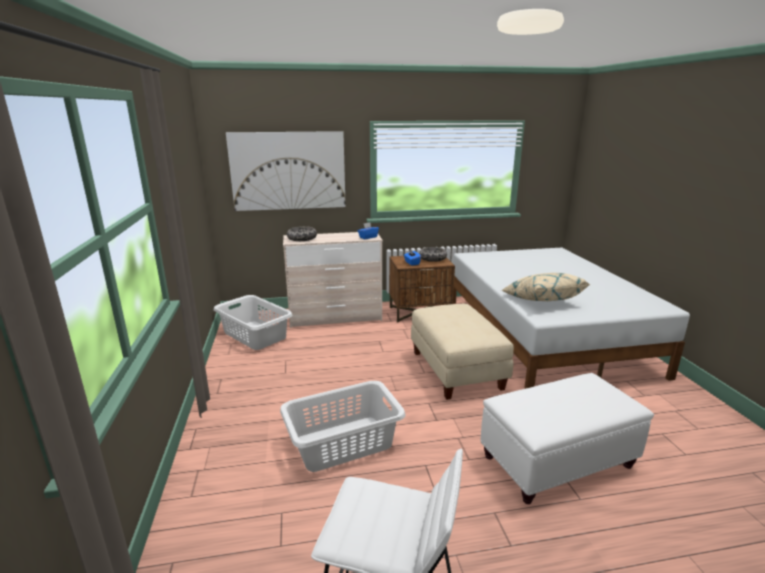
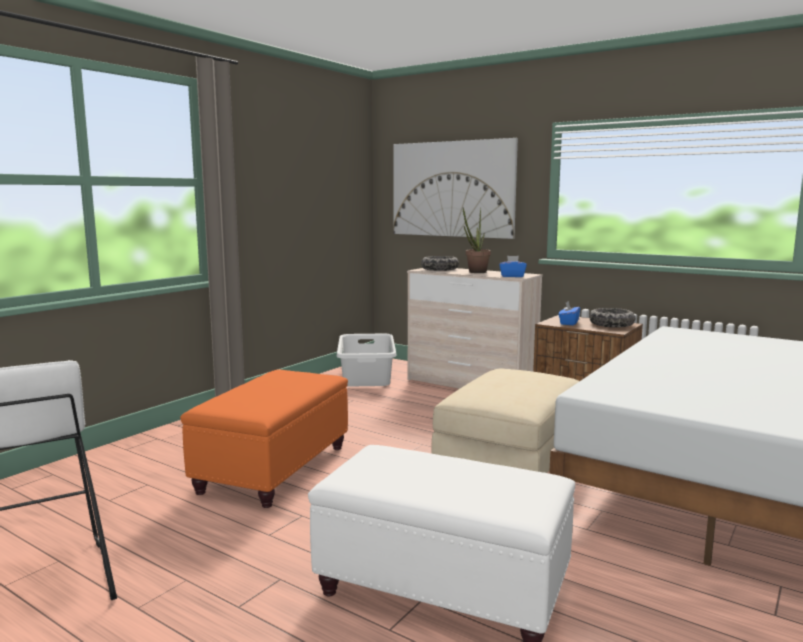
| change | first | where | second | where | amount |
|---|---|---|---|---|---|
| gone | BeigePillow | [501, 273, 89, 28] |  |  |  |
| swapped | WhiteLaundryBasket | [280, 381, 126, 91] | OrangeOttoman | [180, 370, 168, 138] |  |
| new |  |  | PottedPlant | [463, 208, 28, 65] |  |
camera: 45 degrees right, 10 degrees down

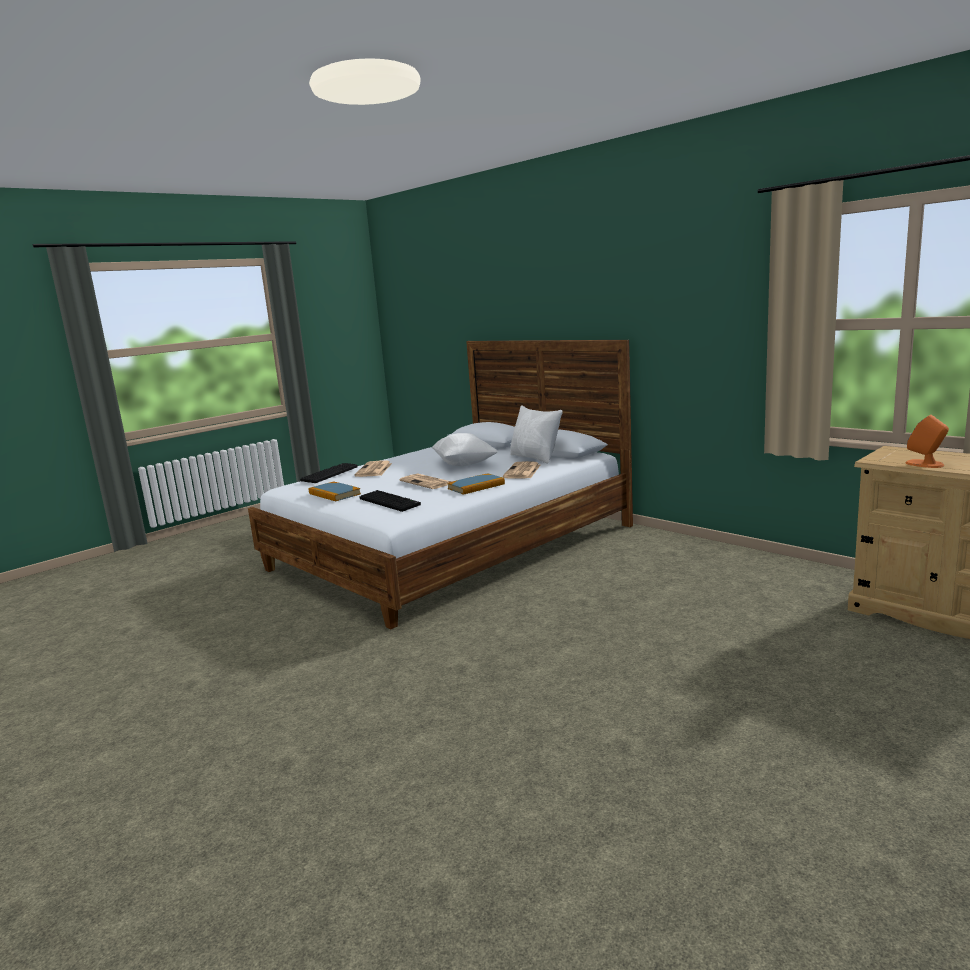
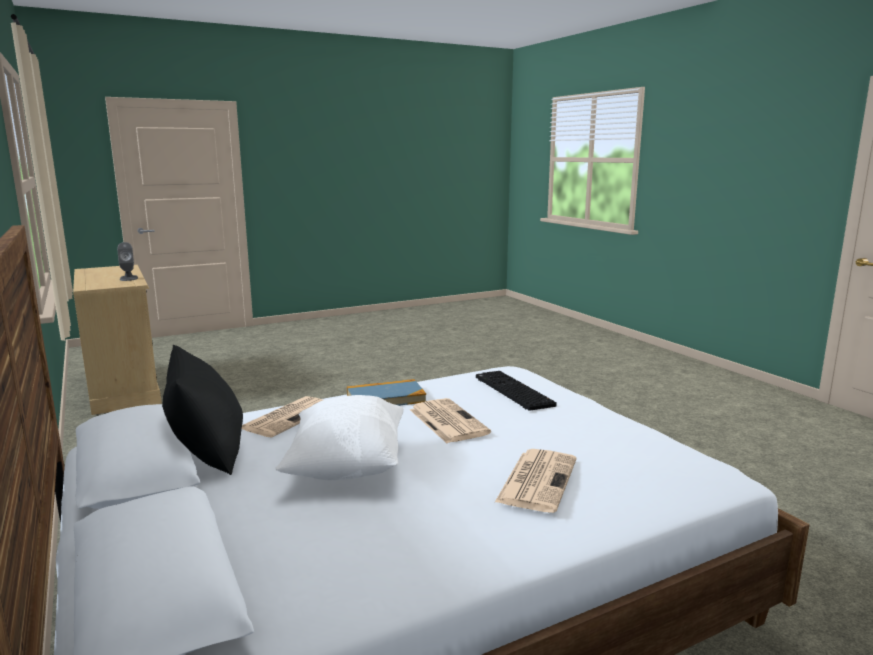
| change | first | where | second | where | amount |
|---|---|---|---|---|---|
| repainted | WhitePillow | [510, 405, 53, 59] | BlackPillow | [162, 345, 81, 130] |  |
| repainted | OrangeSpeaker | [906, 415, 43, 53] | GreySpeaker | [117, 242, 21, 39] |  |
| gone | Keyboard | [300, 463, 58, 20] |  |  |  |
| gone | Book | [309, 482, 52, 19] |  |  |  |
camera: 165 degrees left, 0 degrees up

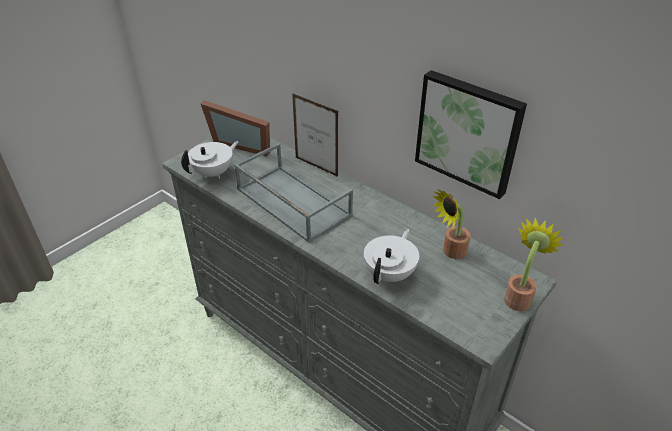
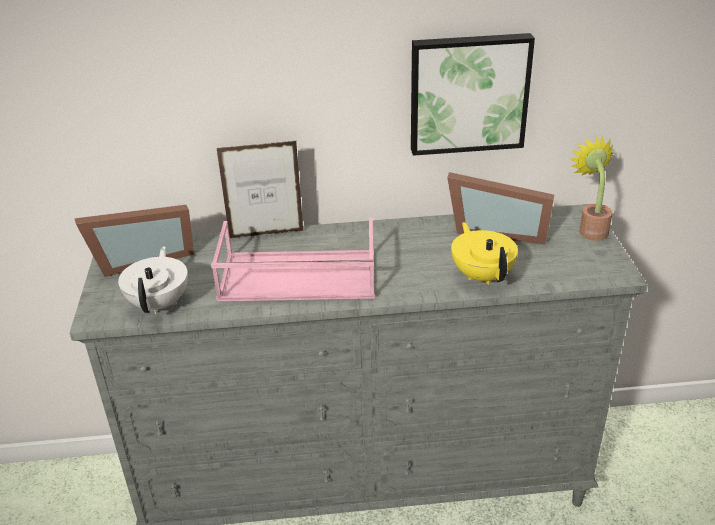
| change | first | where | second | where | amount |
|---|---|---|---|---|---|
| repainted | GreyTray | [234, 143, 119, 100] | PinkTray | [211, 218, 164, 83] |  |
| swapped | PottedPlant | [432, 189, 39, 70] | PictureFrame | [447, 172, 107, 72] |  |
| repainted | WhiteTeapot | [364, 229, 55, 55] | YellowTeapot | [451, 222, 67, 63] |  |
camera: 45 degrees left, 5 degrees down

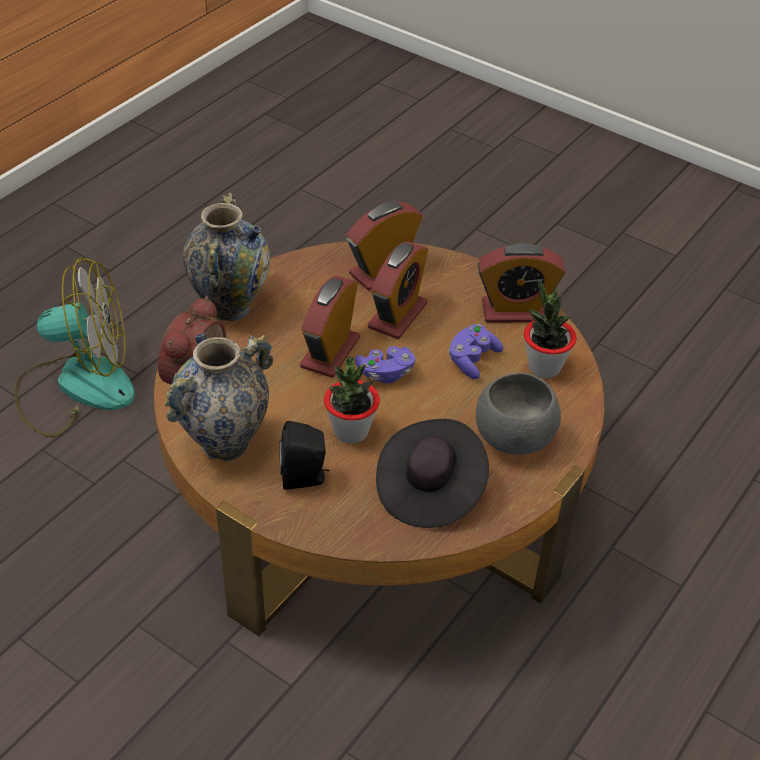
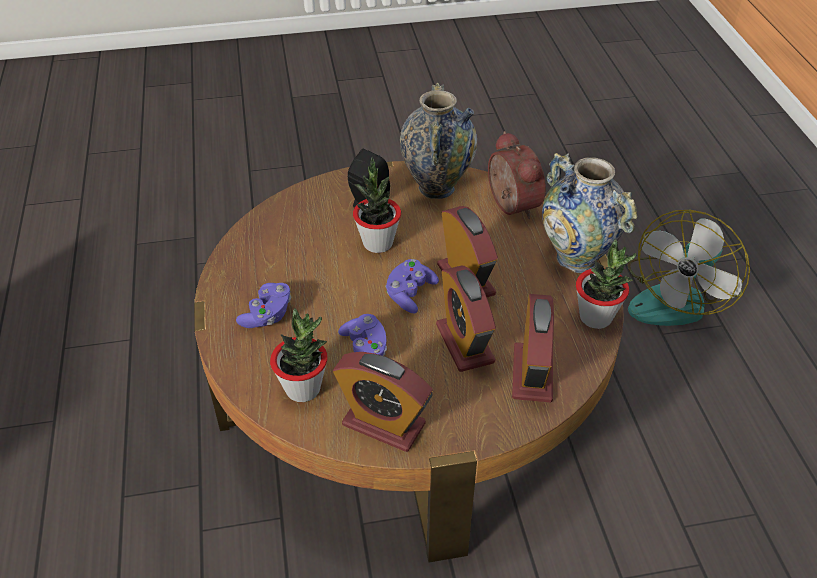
| change | first | where | second | where | amount |
|---|---|---|---|---|---|
| rotated | AlarmClock | [478, 243, 87, 80] |  | [333, 352, 100, 100] | 105 degrees counterclockwise |
| swapped | GreyBowl | [476, 373, 85, 82] | PurpleGameController | [236, 283, 55, 45] |  |
| gone | BlackHat | [376, 419, 113, 109] |  |  |  |
| new |  |  | PottedPlant | [576, 239, 61, 90] |  |
camera: 135 degrees right, 0 degrees up

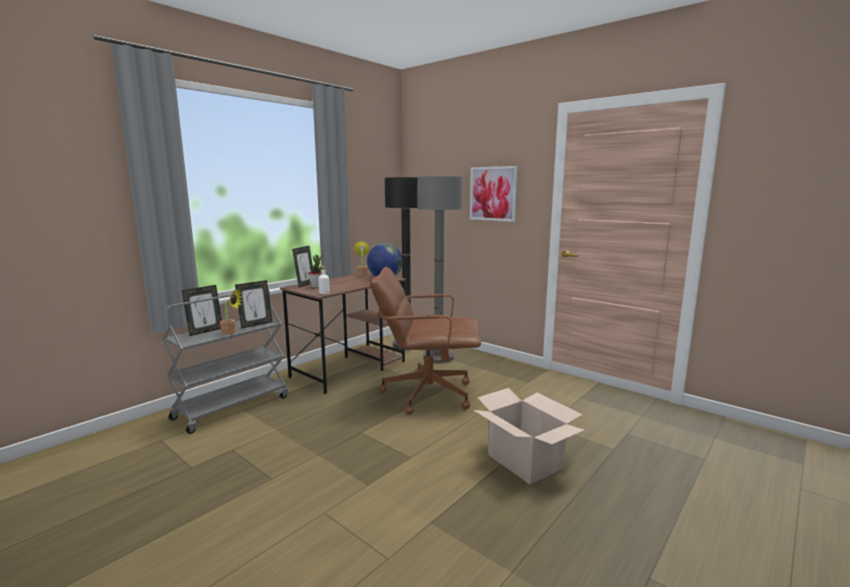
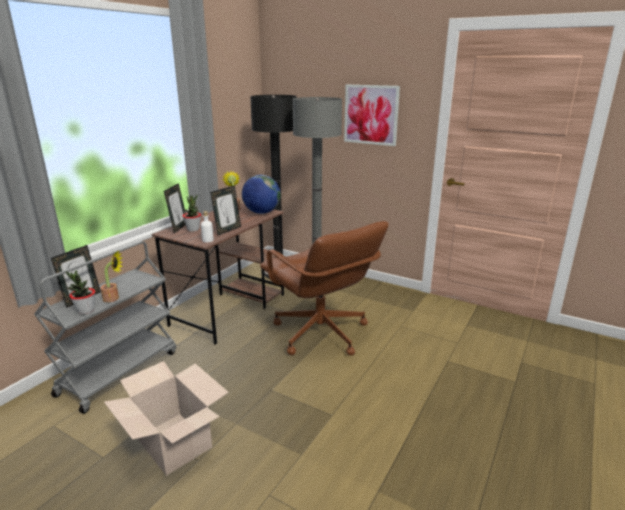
| change | first | where | second | where | amount |
|---|---|---|---|---|---|
| rotated | BrownOfficeChair | [370, 267, 111, 148] |  | [260, 221, 129, 134] | 120 degrees counterclockwise |
| shifted | PictureFrame | [235, 280, 37, 49] |  | [210, 185, 31, 50] |  |
| shifted | CardboardBox | [473, 388, 112, 96] |  | [104, 361, 125, 115] |  |
| new |  |  | PottedPlant | [65, 270, 30, 44] |  |
camera: 10 degrees left, 10 degrees up

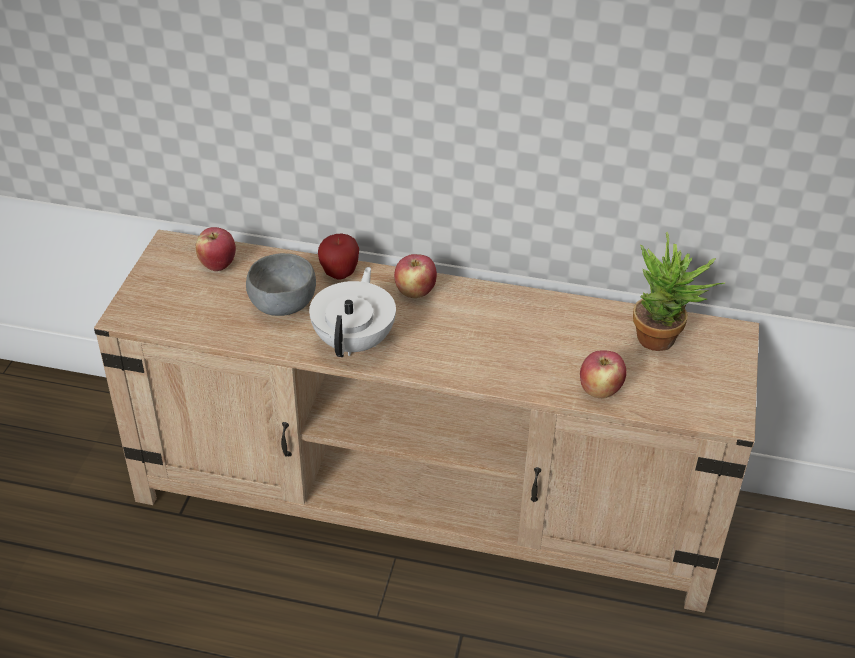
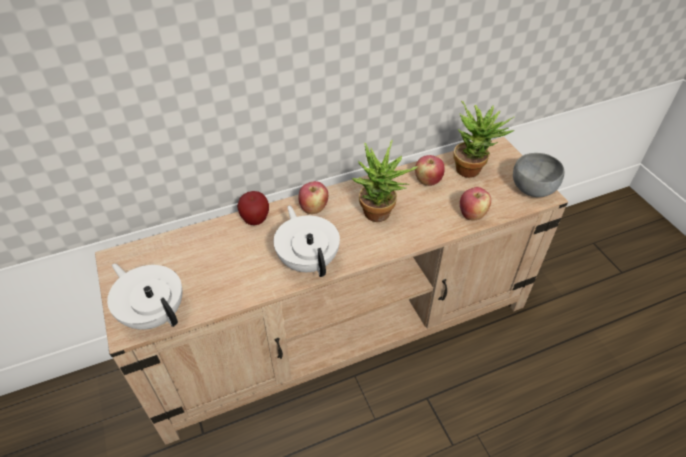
| change | first | where | second | where | amount |
|---|---|---|---|---|---|
| shifted | Apple | [196, 227, 40, 44] |  | [415, 155, 29, 31] |  |
| shifted | GreyBowl | [246, 253, 70, 63] |  | [513, 153, 51, 44] |  |
| new |  |  | PottedPlant | [352, 140, 67, 82] |  |
| new |  |  | WhiteTeapot | [107, 263, 75, 67] |  |
camera: 35 degrees left, 5 degrees up

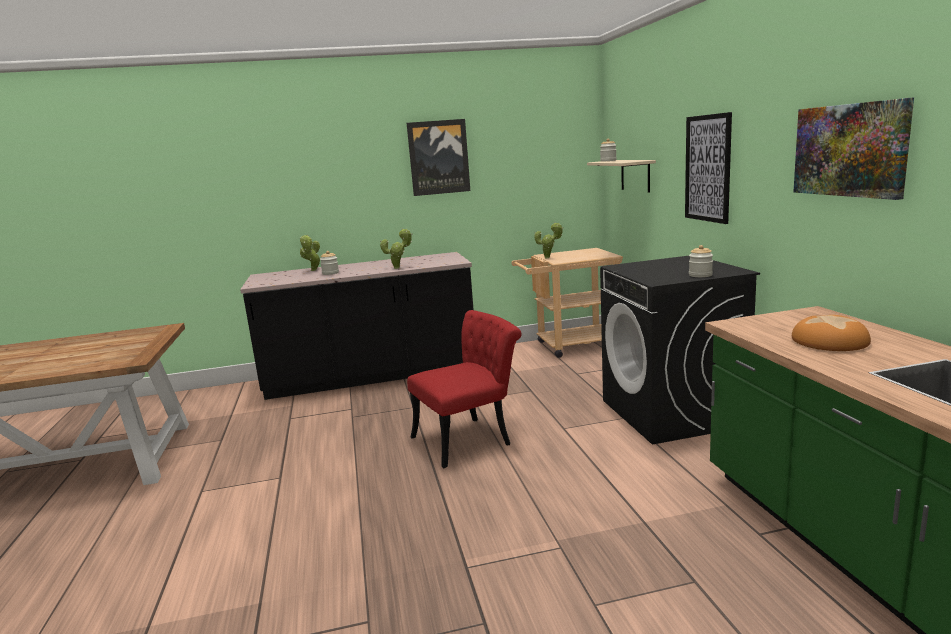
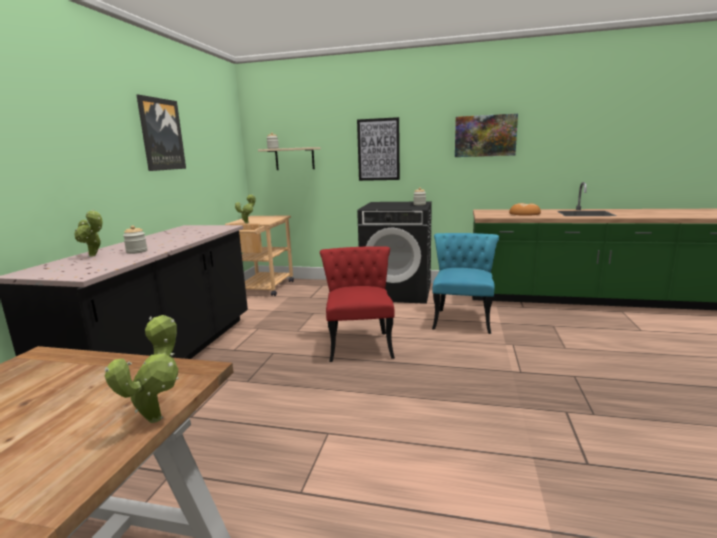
| change | first | where | second | where | amount |
|---|---|---|---|---|---|
| shifted | PottedPlant | [380, 228, 33, 41] |  | [105, 315, 74, 108] |  |
| new |  |  | TurquoiseChair | [432, 233, 67, 101] |  |
camera: 65 degrees left, 0 degrees up

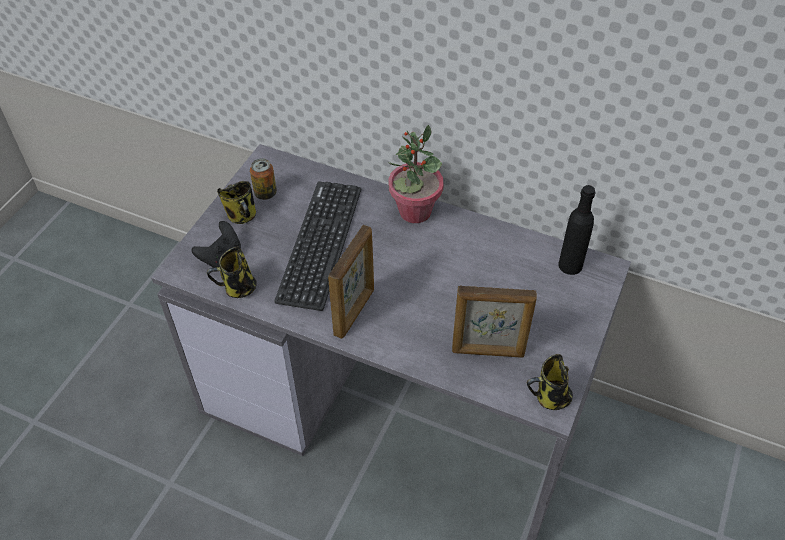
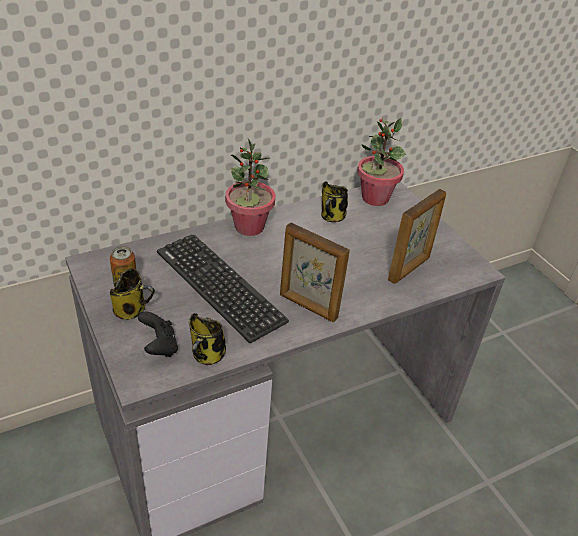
| change | first | where | second | where | amount |
|---|---|---|---|---|---|
| swapped | BlackBottle | [558, 185, 37, 90] | PottedPlant | [357, 118, 49, 88] |  |
| rotated | PictureFrame | [328, 225, 46, 114] |  | [280, 222, 70, 100] | 150 degrees clockwise |
| shifted | Mug | [527, 354, 46, 56] |  | [321, 181, 27, 41] |  |
camera: 55 degrees left, 10 degrees down

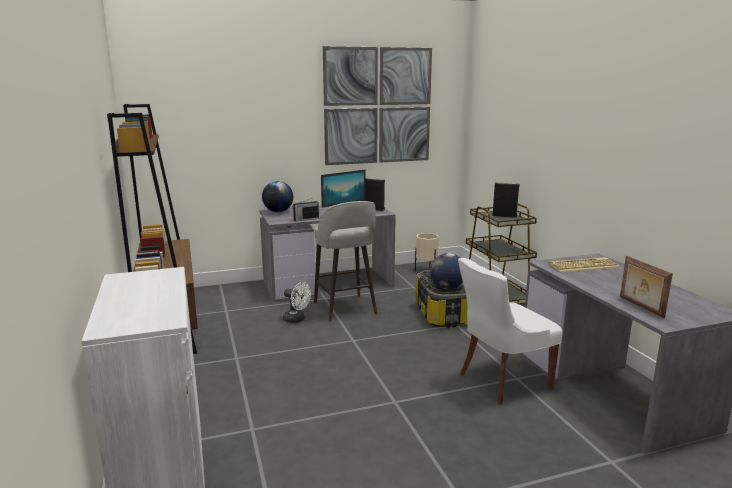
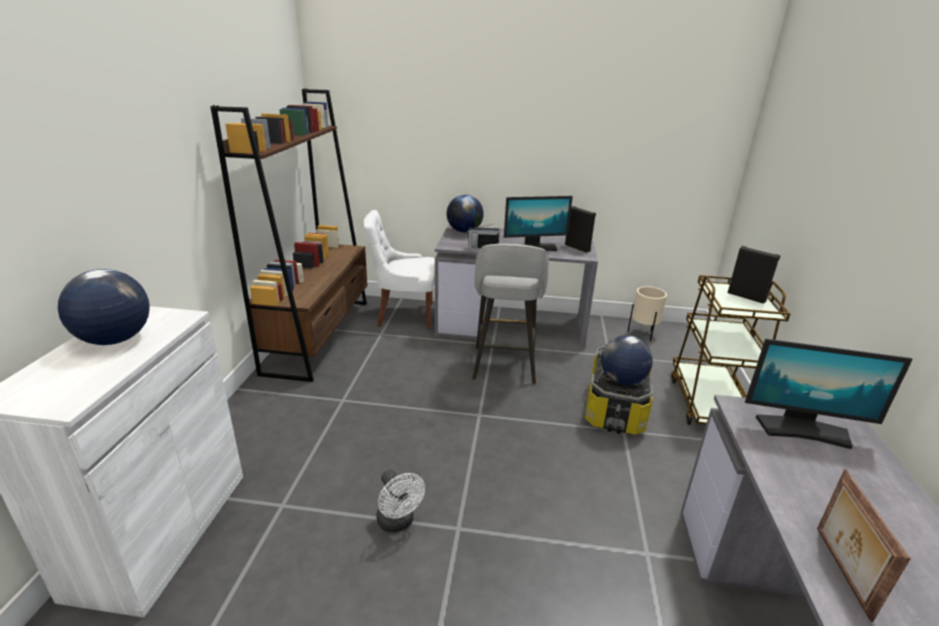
| change | first | where | second | where | amount |
|---|---|---|---|---|---|
| gone | Picture | [323, 46, 109, 119] |  |  |  |
| swapped | Keyboard | [548, 257, 72, 15] | Monitor | [745, 339, 168, 110] |  |
| shifted | WhiteChair | [458, 258, 104, 147] |  | [364, 210, 71, 119] |  |
| shifted | WhiteFan | [283, 282, 28, 41] |  | [377, 469, 48, 63] |  |
| new |  |  | Globe | [58, 269, 92, 76] |  |
camera: 25 degrees right, 10 degrees up

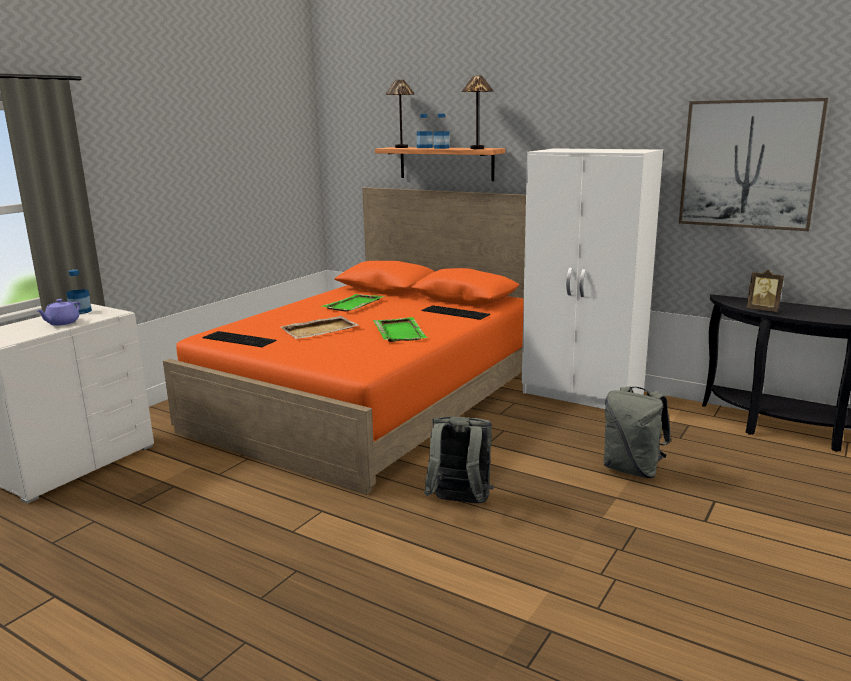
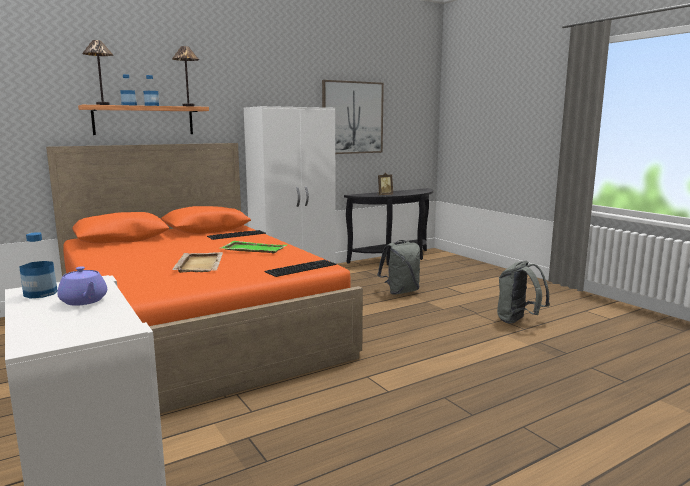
| change | first | where | second | where | amount |
|---|---|---|---|---|---|
| gone | GreenTray | [320, 294, 65, 17] |  |  |  |
| shifted | Keyboard | [203, 331, 73, 16] |  | [264, 260, 73, 17] |  |
| shifted | GreyBackpack | [424, 417, 69, 87] |  | [497, 261, 53, 63] |  |
camera: 65 degrees left, 5 degrees down

